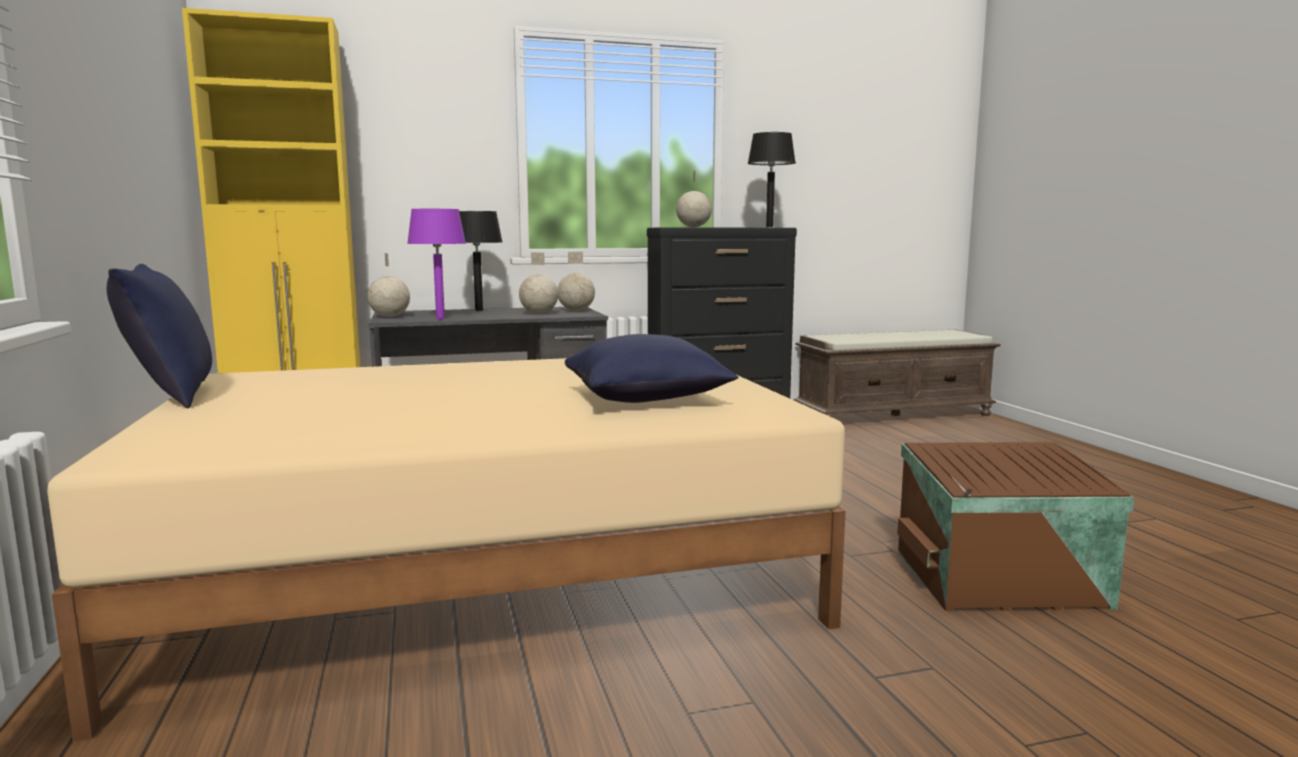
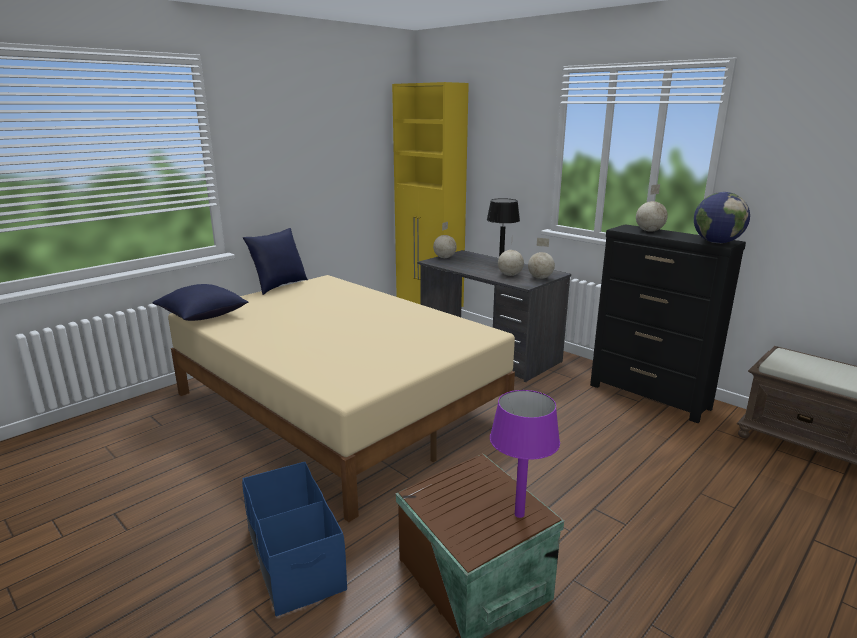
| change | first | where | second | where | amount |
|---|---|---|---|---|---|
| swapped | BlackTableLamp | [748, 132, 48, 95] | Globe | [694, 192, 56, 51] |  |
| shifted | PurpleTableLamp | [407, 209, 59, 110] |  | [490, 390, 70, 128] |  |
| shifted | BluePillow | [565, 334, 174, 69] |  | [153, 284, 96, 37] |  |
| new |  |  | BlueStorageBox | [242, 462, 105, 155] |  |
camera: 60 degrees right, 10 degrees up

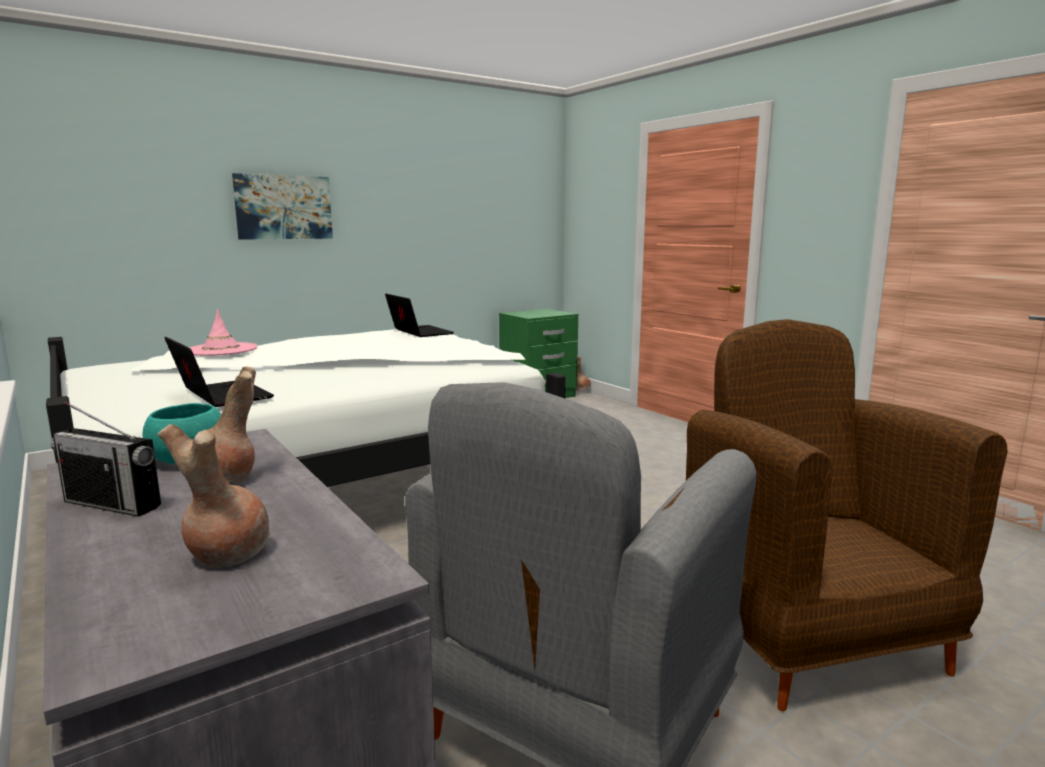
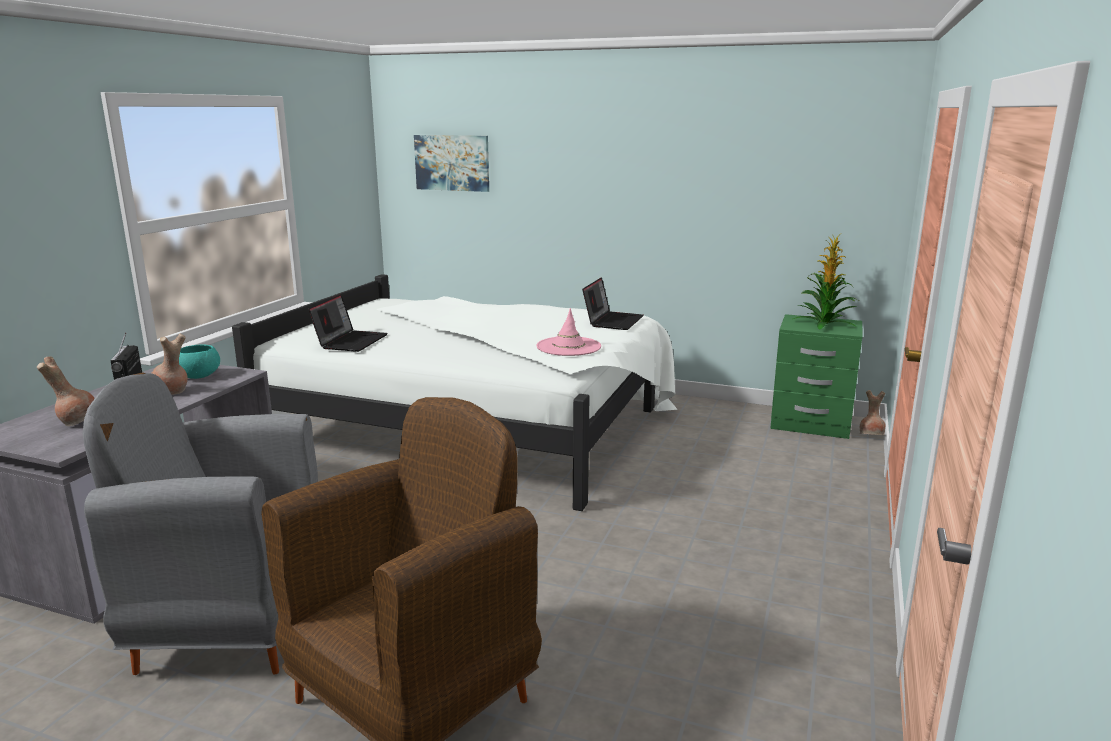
| change | first | where | second | where | amount |
|---|---|---|---|---|---|
| shifted | Picture | [232, 173, 101, 67] |  | [414, 135, 75, 57] |  |
| shifted | PinkHat | [189, 309, 69, 47] |  | [536, 308, 65, 48] |  |
| new |  |  | PottedPlant | [793, 233, 65, 97] |  |
camera: 55 degrees right, 5 degrees up

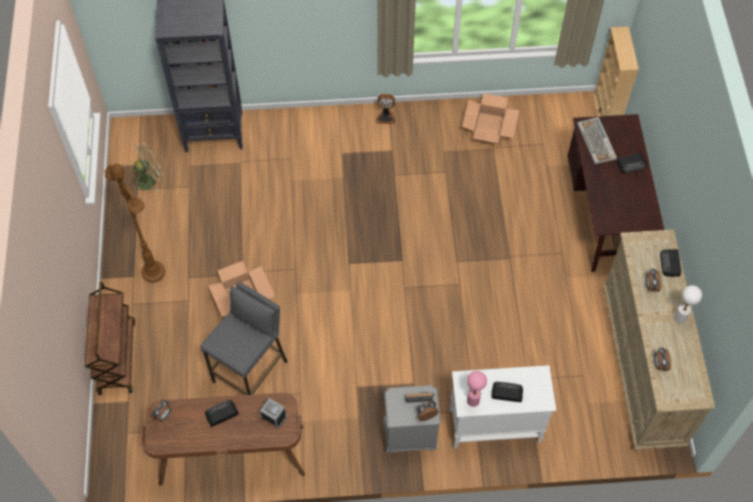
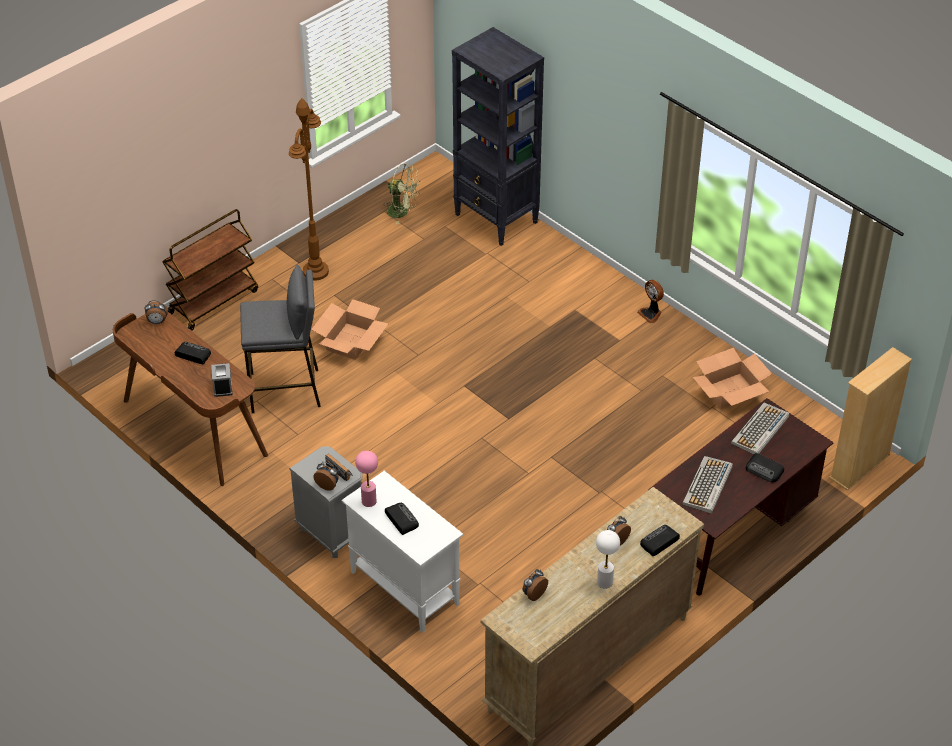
| change | first | where | second | where | amount |
|---|---|---|---|---|---|
| new |  |  | Keyboard | [682, 456, 51, 58] |  |
camera: 50 degrees right, 15 degrees down

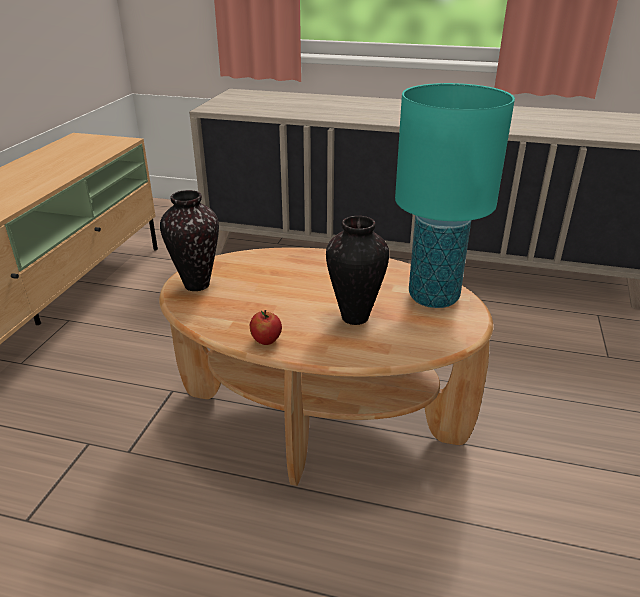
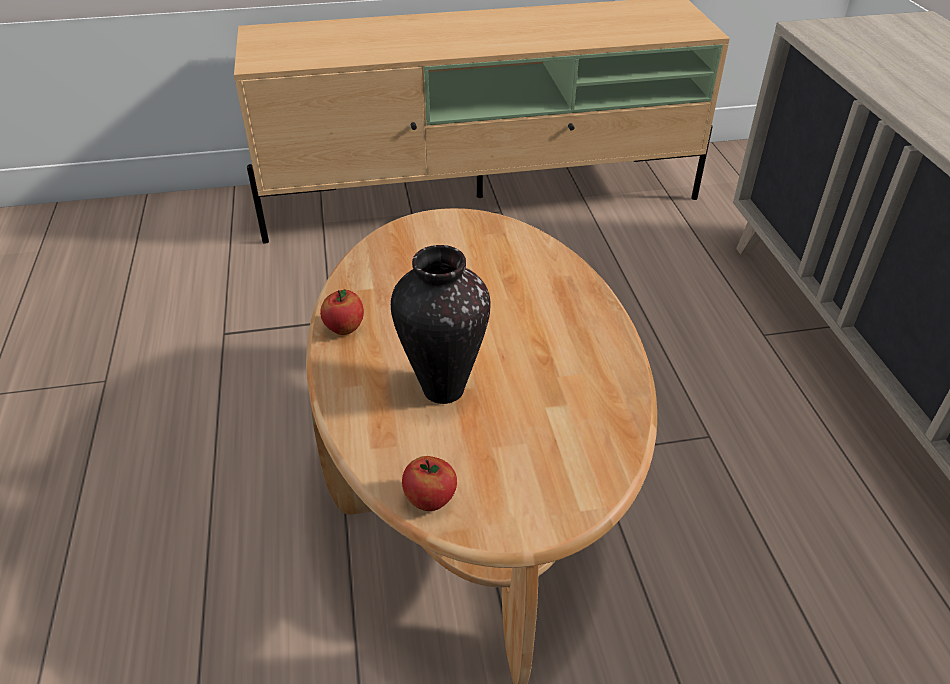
| change | first | where | second | where | amount |
|---|---|---|---|---|---|
| gone | TurquoiseTableLamp | [395, 83, 120, 225] |  |  |  |
| gone | Vase | [160, 190, 59, 101] |  |  |  |
| new |  |  | Apple | [402, 456, 55, 55] |  |
camera: 65 degrees right, 10 degrees up

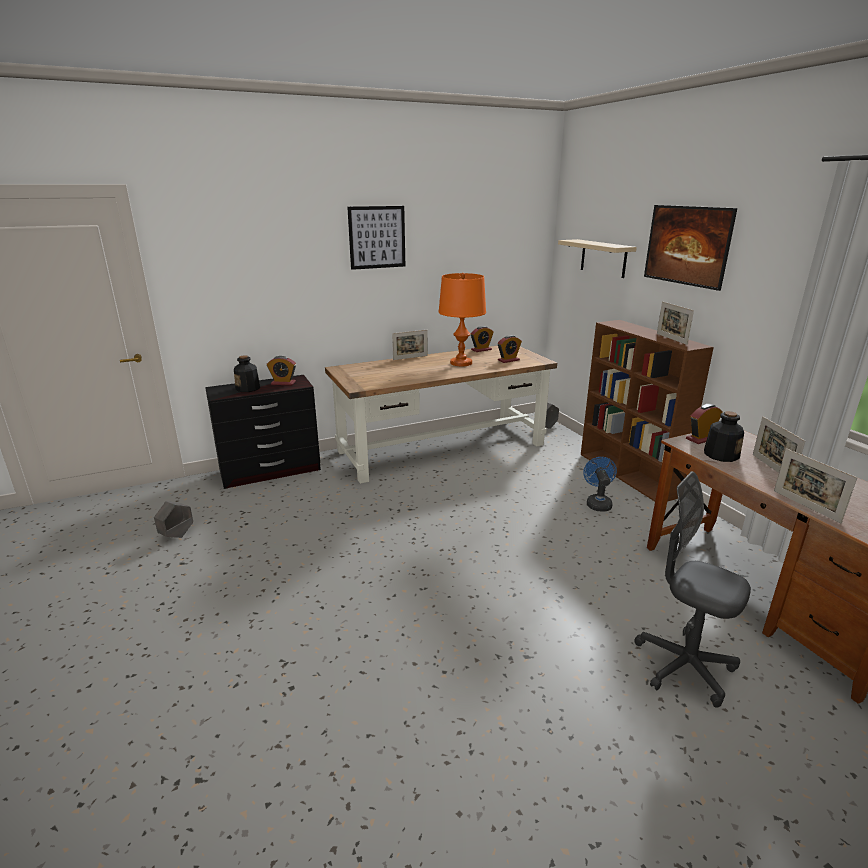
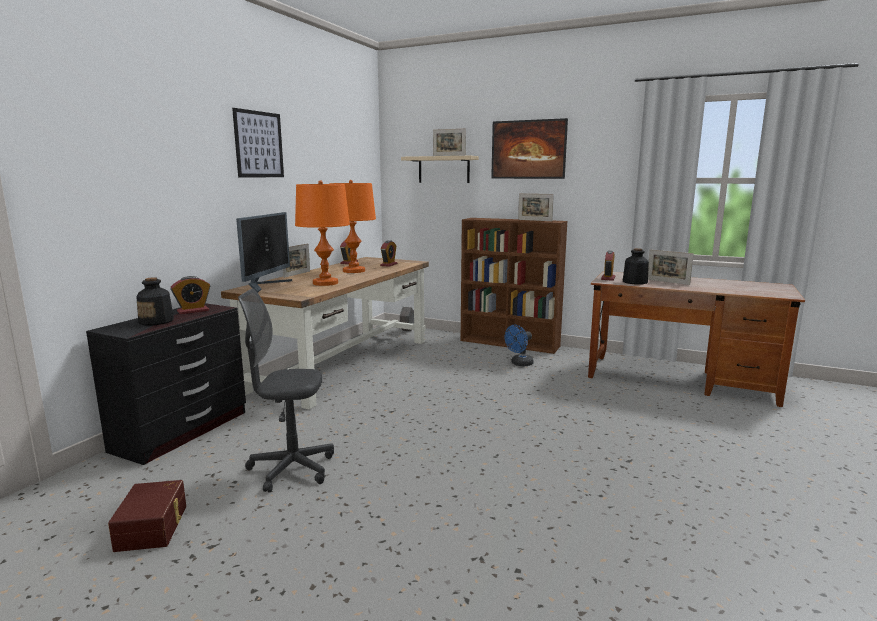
| change | first | where | second | where | amount |
|---|---|---|---|---|---|
| shifted | PictureFrame | [774, 448, 83, 75] |  | [433, 128, 33, 28] |  |
| rotated | BlueFan | [583, 457, 34, 55] |  | [505, 325, 29, 41] | 90 degrees counterclockwise |
| shifted | GreyOfficeChair | [635, 471, 116, 237] |  | [238, 289, 96, 204] |  |
| swapped | GreyPlanter | [154, 501, 39, 37] | BrownStorageBox | [108, 480, 78, 72] |  |
| new |  |  | OrangeTableLamp | [295, 180, 55, 106] |  |
| new |  |  | Monitor | [236, 212, 56, 81] |  |
camera: 40 degrees left, 10 degrees down

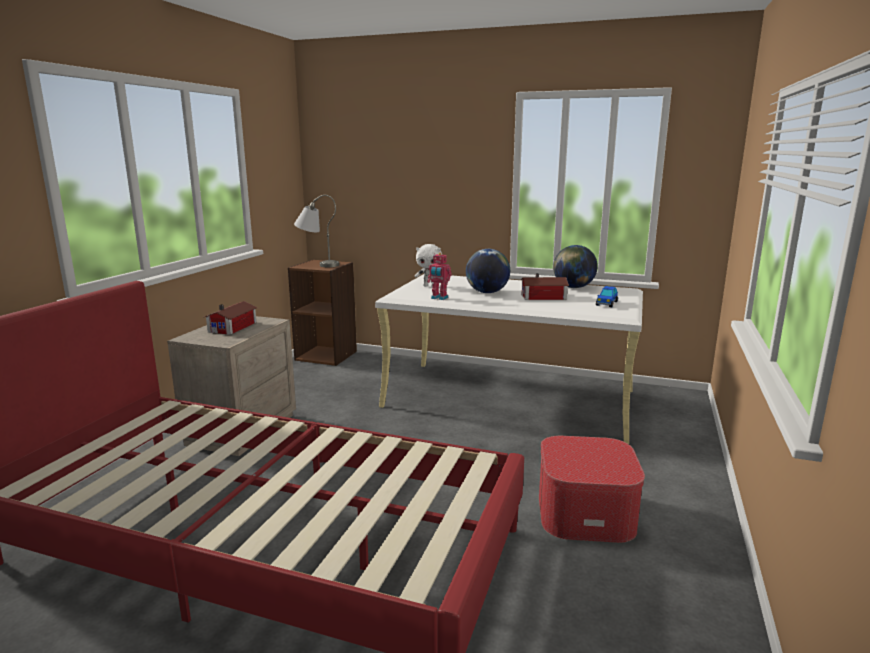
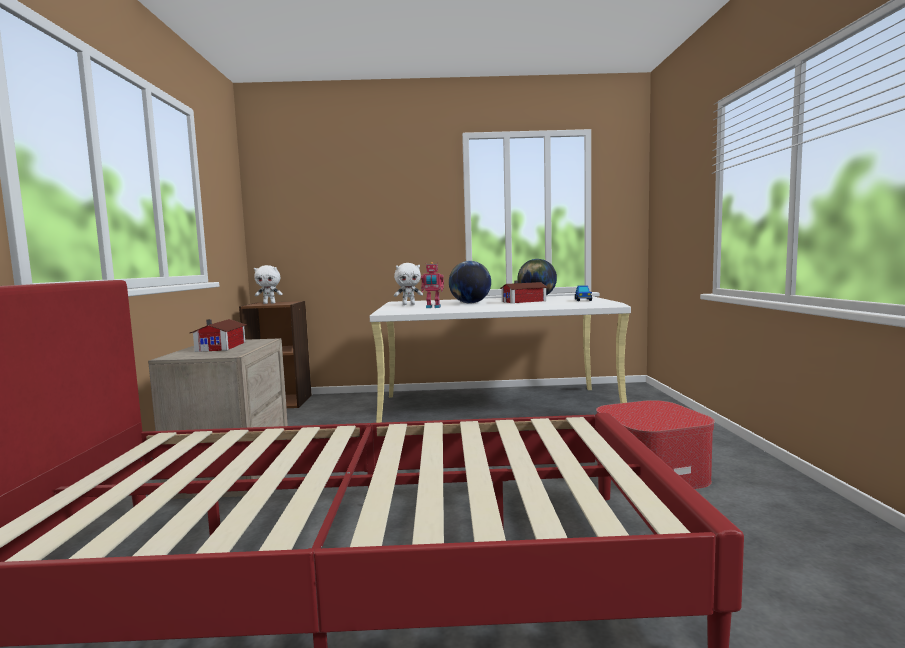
| change | first | where | second | where | amount |
|---|---|---|---|---|---|
| swapped | GreyTableLamp | [294, 195, 45, 72] | WhitePlushToy | [254, 265, 29, 39] |  |
camera: 20 degrees left, 10 degrees down

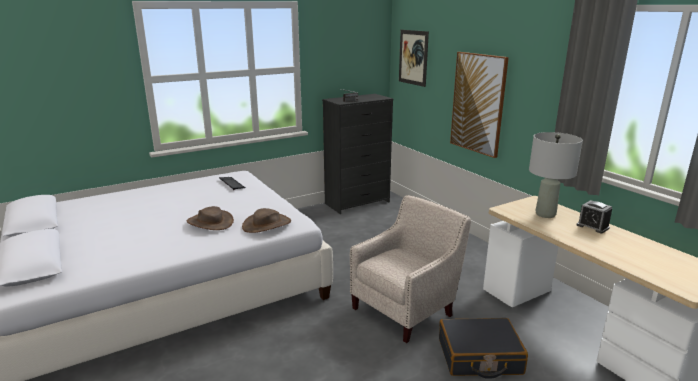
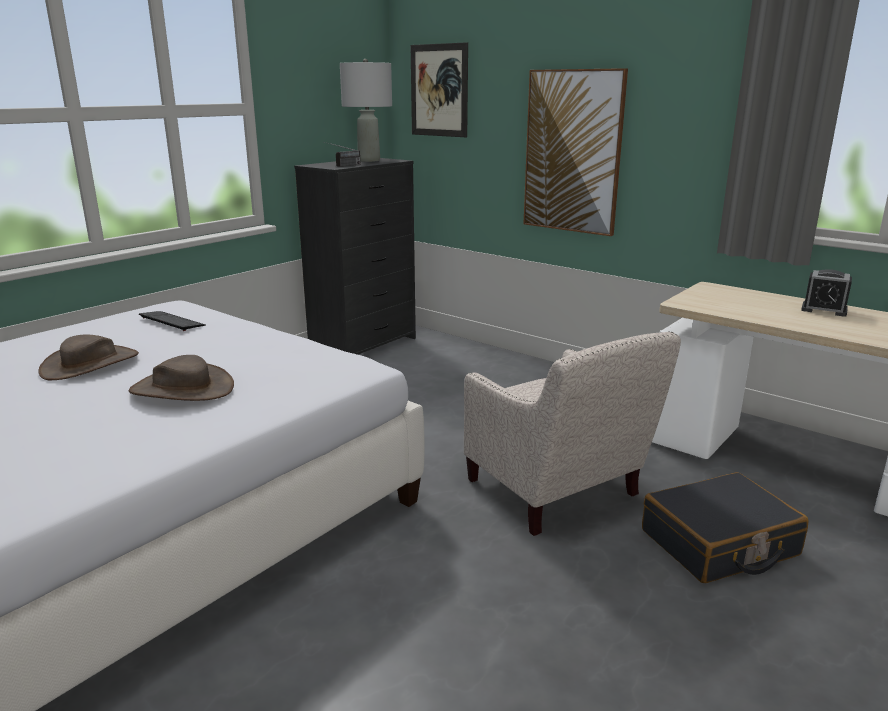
| change | first | where | second | where | amount |
|---|---|---|---|---|---|
| shifted | GreyTableLamp | [529, 132, 54, 86] |  | [340, 59, 52, 103] |  |
| rotated | BeigeArmchair | [350, 195, 121, 148] |  | [464, 332, 217, 204] | 120 degrees clockwise |
| shifted | BrownHat | [242, 208, 49, 25] |  | [39, 335, 100, 45] |  |
camera: 20 degrees left, 0 degrees up

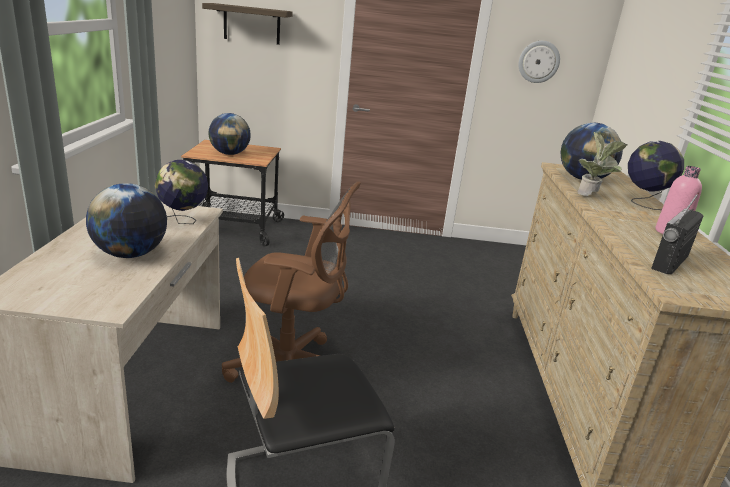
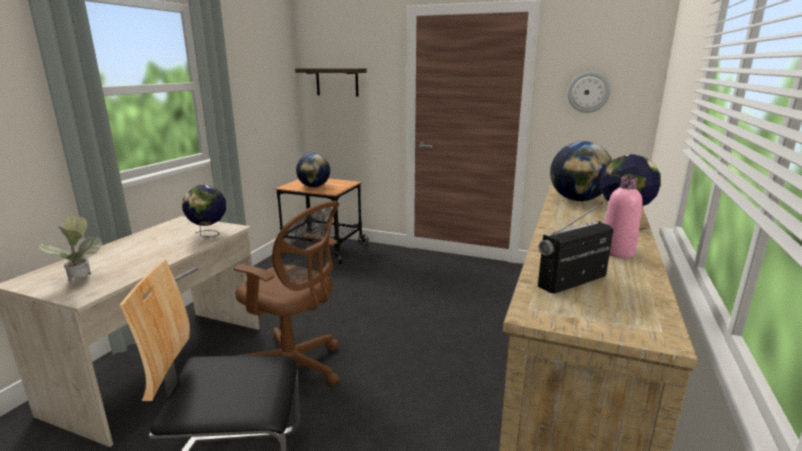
| change | first | where | second | where | amount |
|---|---|---|---|---|---|
| shifted | PottedPlant | [577, 132, 50, 64] |  | [37, 215, 65, 66] |  |
| gone | Globe | [86, 183, 81, 75] |  |  |  |
camera: 20 degrees right, 5 degrees down

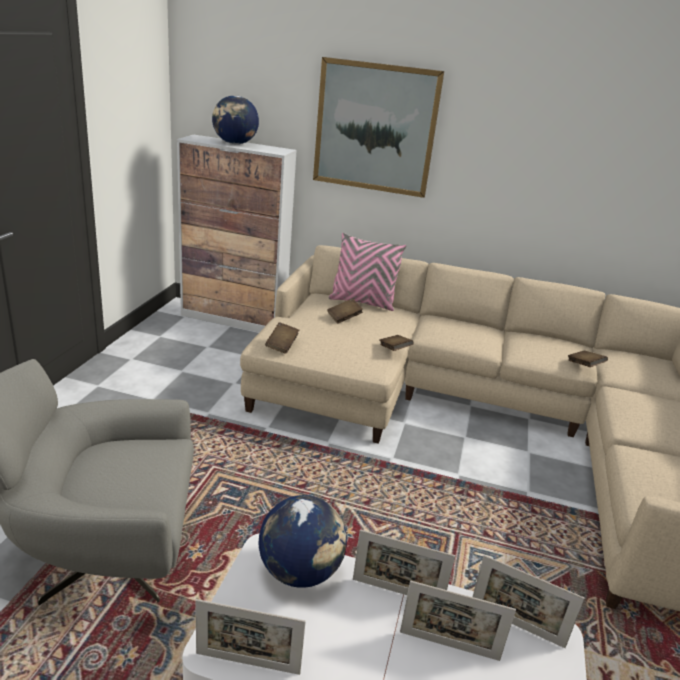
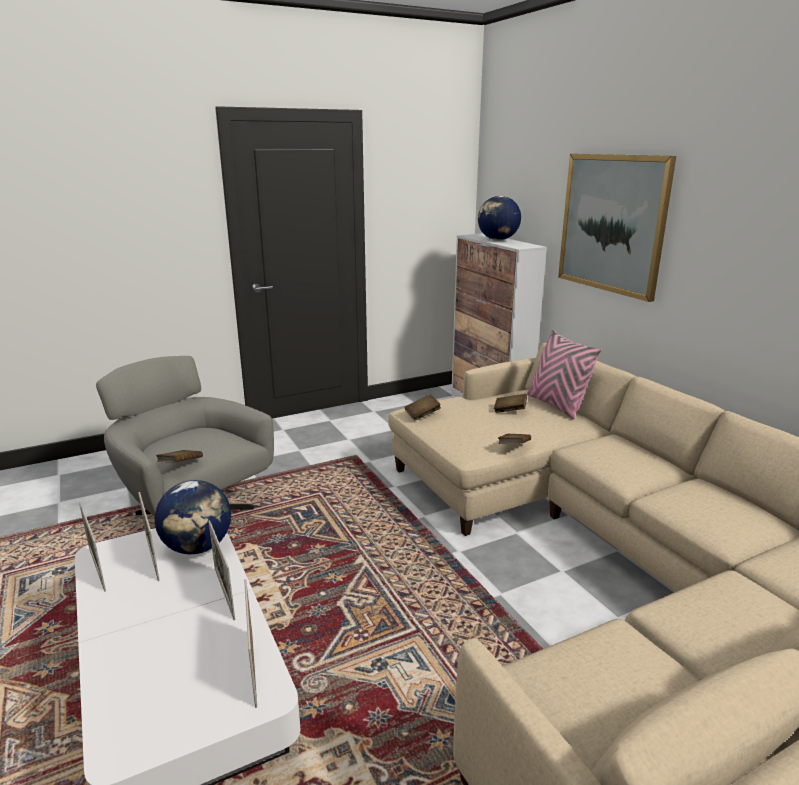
| change | first | where | second | where | amount |
|---|---|---|---|---|---|
| shifted | BrownBook | [568, 351, 40, 16] |  | [156, 450, 47, 12] |  |
| shifted | PictureFrame | [400, 581, 116, 80] |  | [138, 492, 22, 89] |  |
camera: 50 degrees right, 5 degrees down

